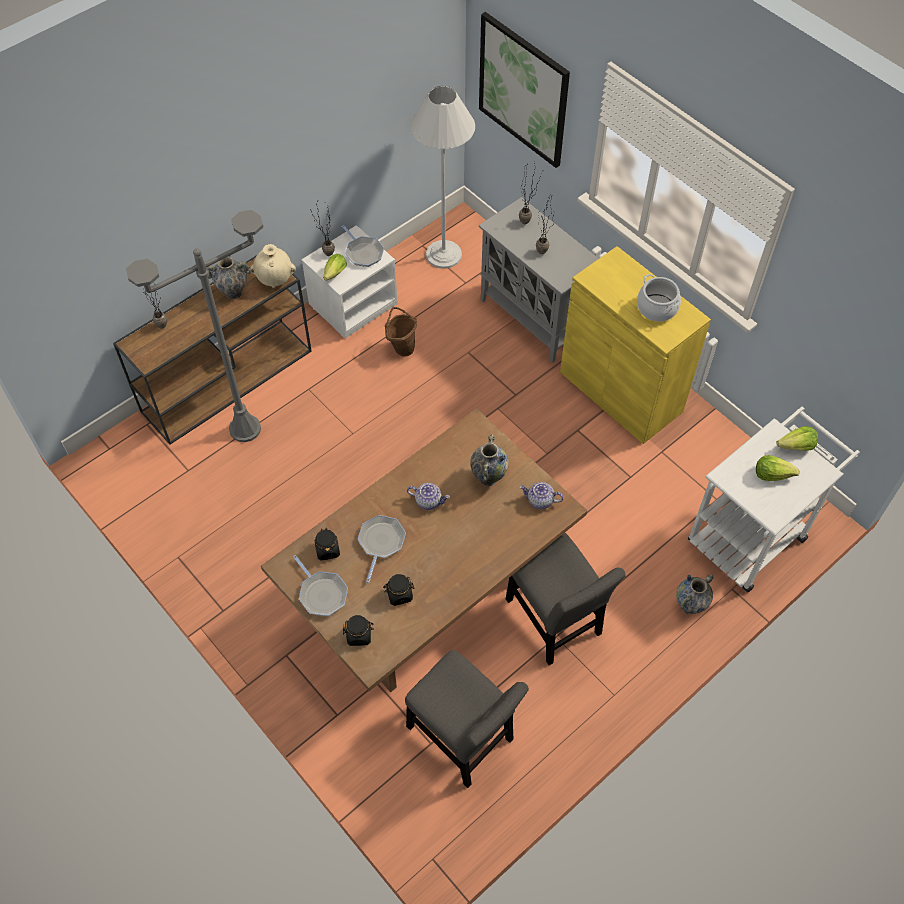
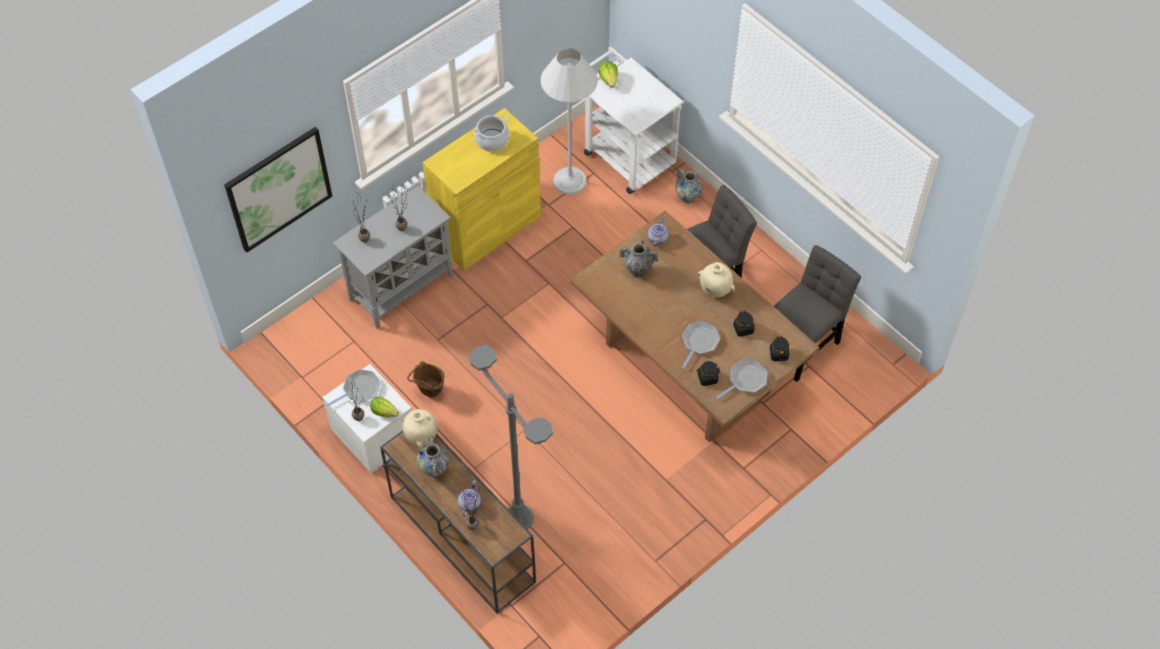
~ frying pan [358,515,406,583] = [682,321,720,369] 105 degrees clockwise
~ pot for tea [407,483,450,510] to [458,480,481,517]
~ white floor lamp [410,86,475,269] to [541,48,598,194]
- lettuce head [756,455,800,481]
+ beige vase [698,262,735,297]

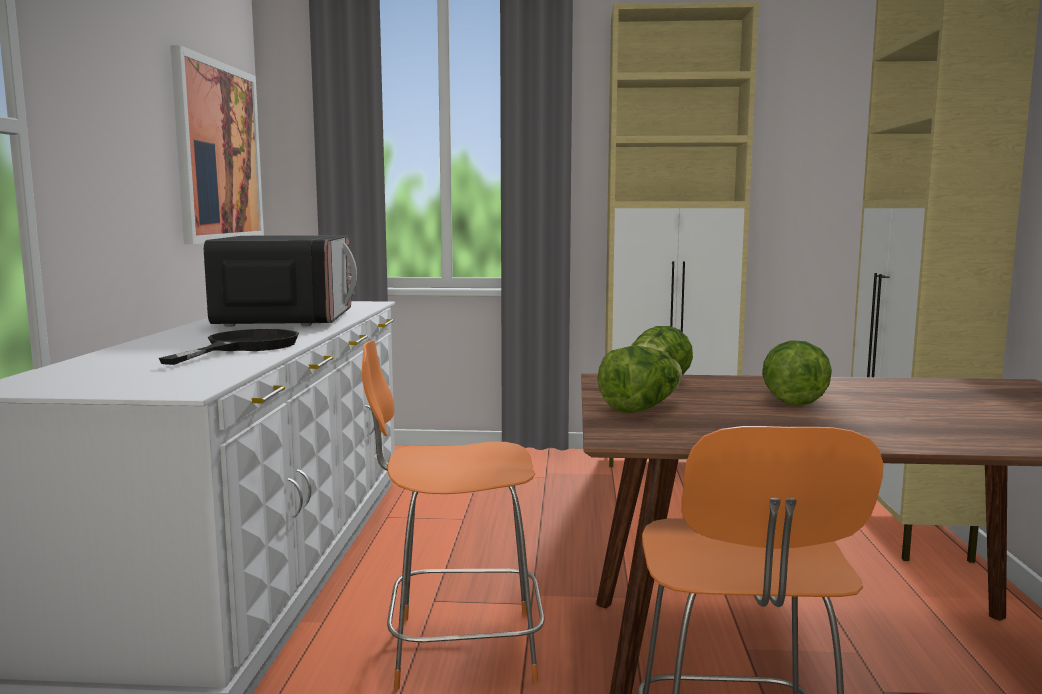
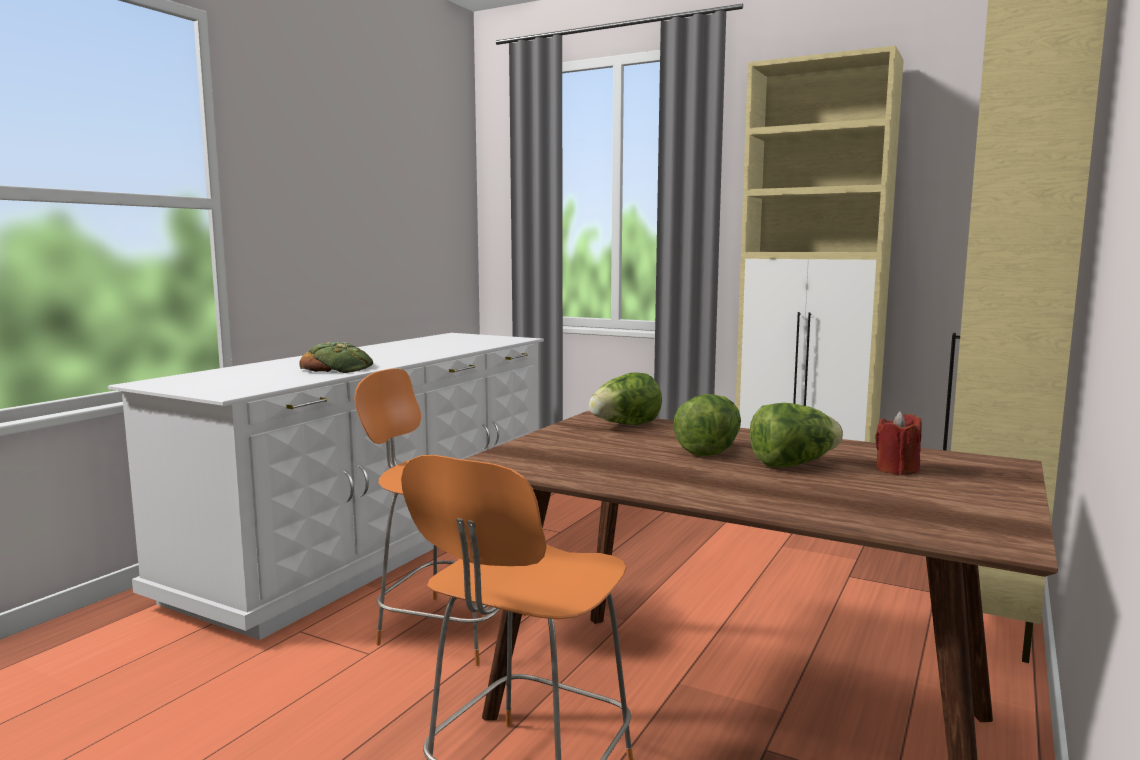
~ black frying pan [159,329,299,365] to baked bread [299,342,373,373]
- wall picture [170,45,264,244]
- kitchen microwave [204,235,357,327]
~ lettuce head [597,346,682,413] to [750,403,843,468]
+ red candle [875,412,922,475]

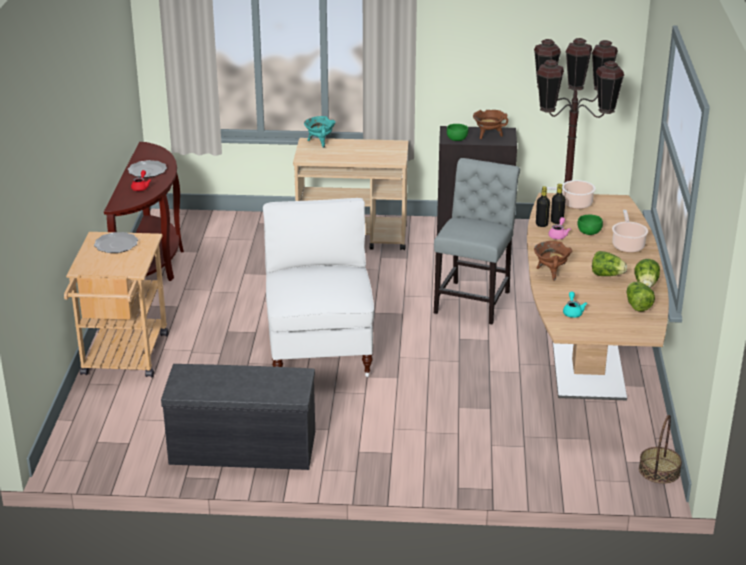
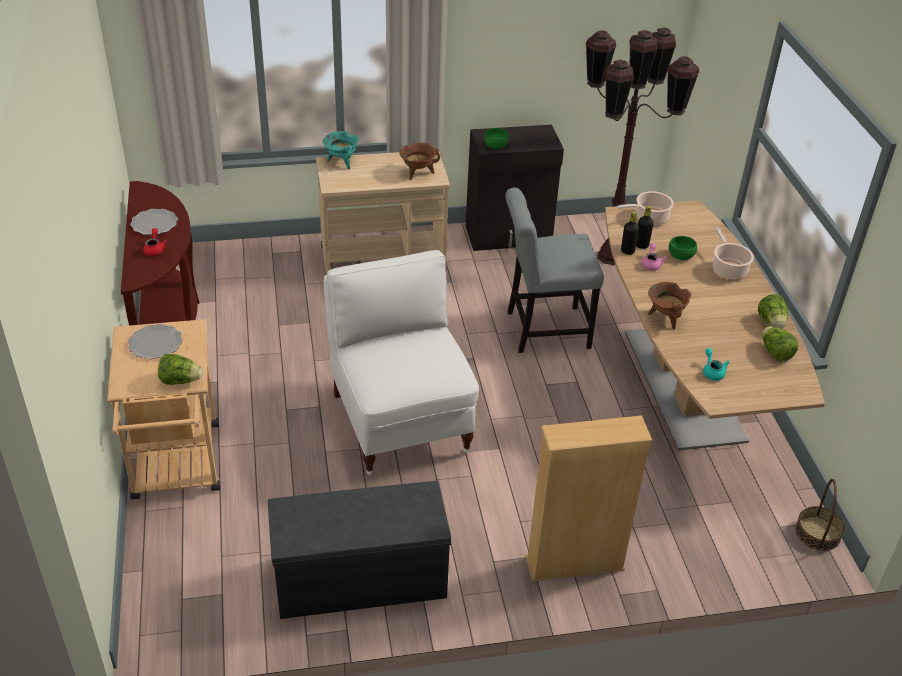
~ grey chair [434,158,520,325] = [505,188,604,353] 105 degrees counterclockwise
~ brown-coloured cooking pot [473,110,508,139] to [400,143,440,180]
~ lettuce head [592,251,627,276] to [158,354,203,385]
+ beige bookshelf [525,415,652,582]

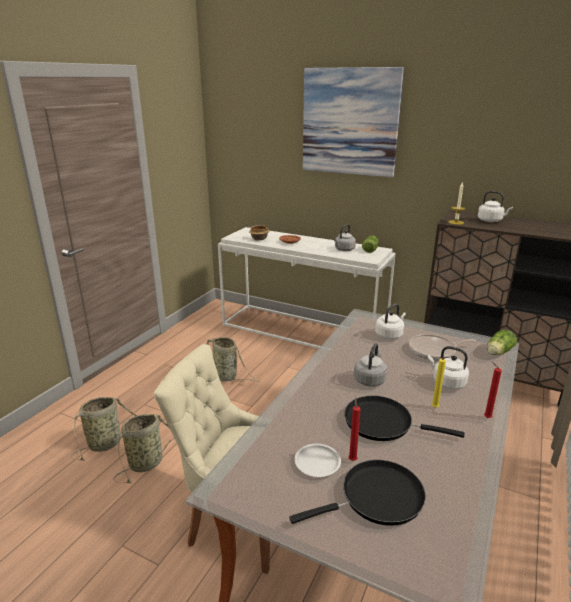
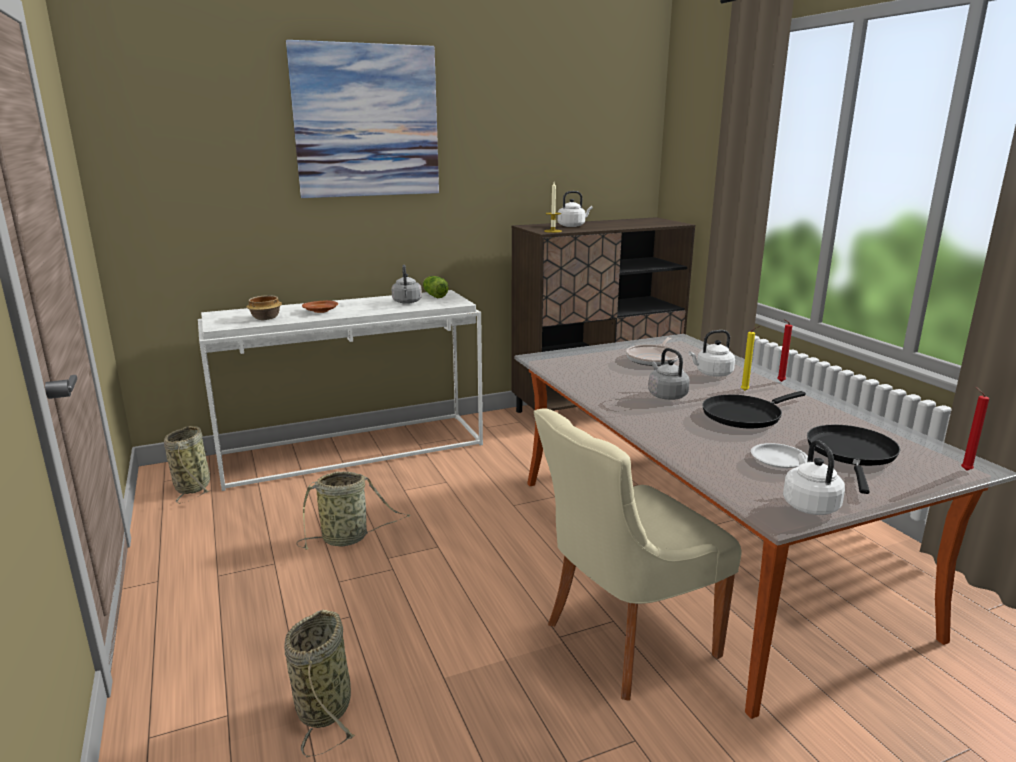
~ basket [113,414,174,484] to [164,426,210,504]
~ red candle [348,397,361,461] to [961,387,989,471]
~ white tea kettle [375,304,406,339] to [783,440,845,515]
- lettuce head [487,330,517,355]

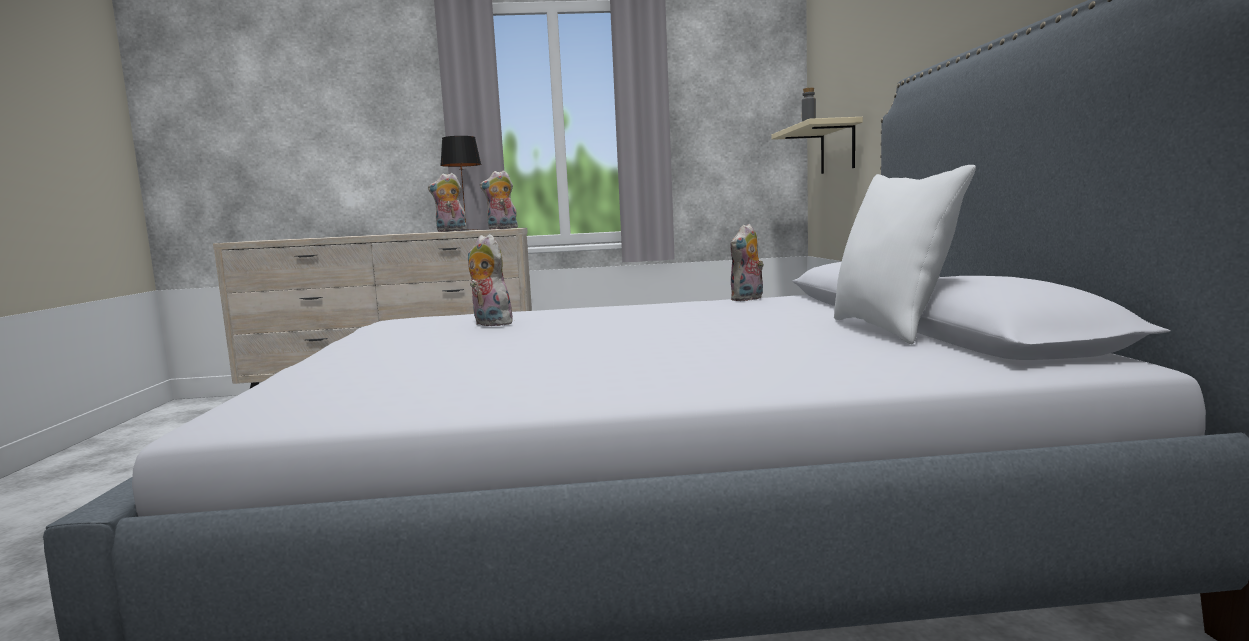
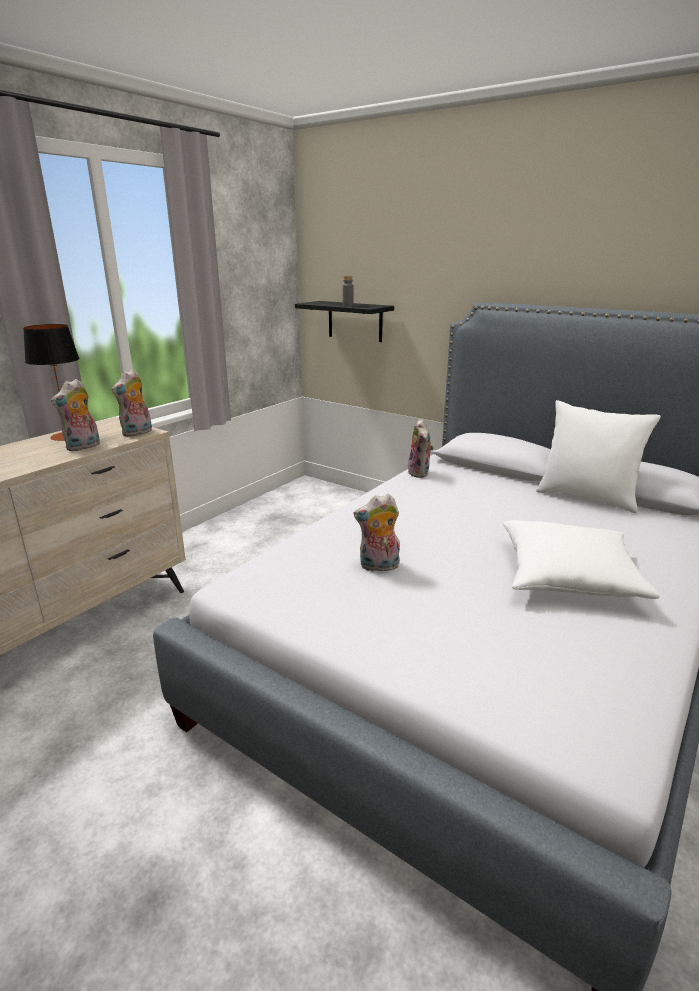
~ beige bracket shelf [771,117,863,174] to black bracket shelf [295,301,394,342]
+ white throw pillow [503,520,660,599]

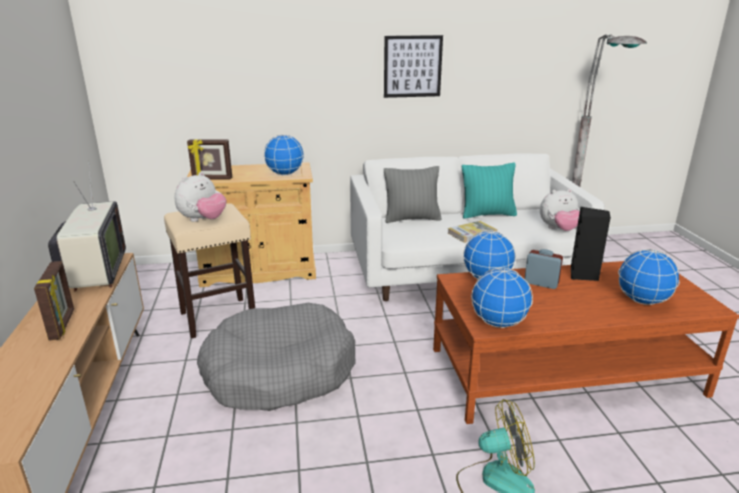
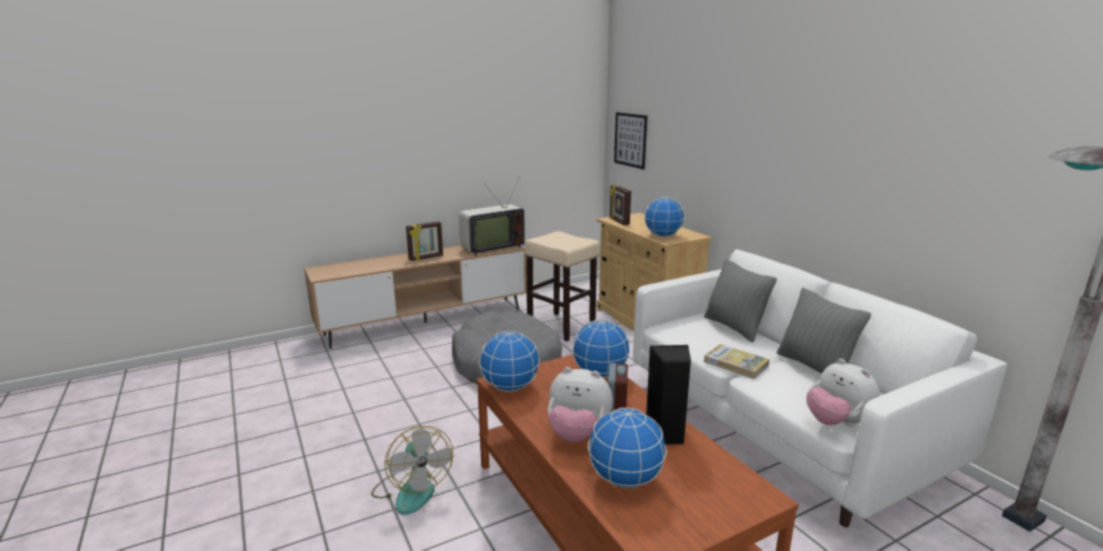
~ cuddly toy [174,172,226,222] to [548,367,613,443]
~ wall picture [384,35,443,98] to [614,112,647,170]
~ turquoise throw pillow [462,163,517,219] to grey throw pillow [776,287,871,374]

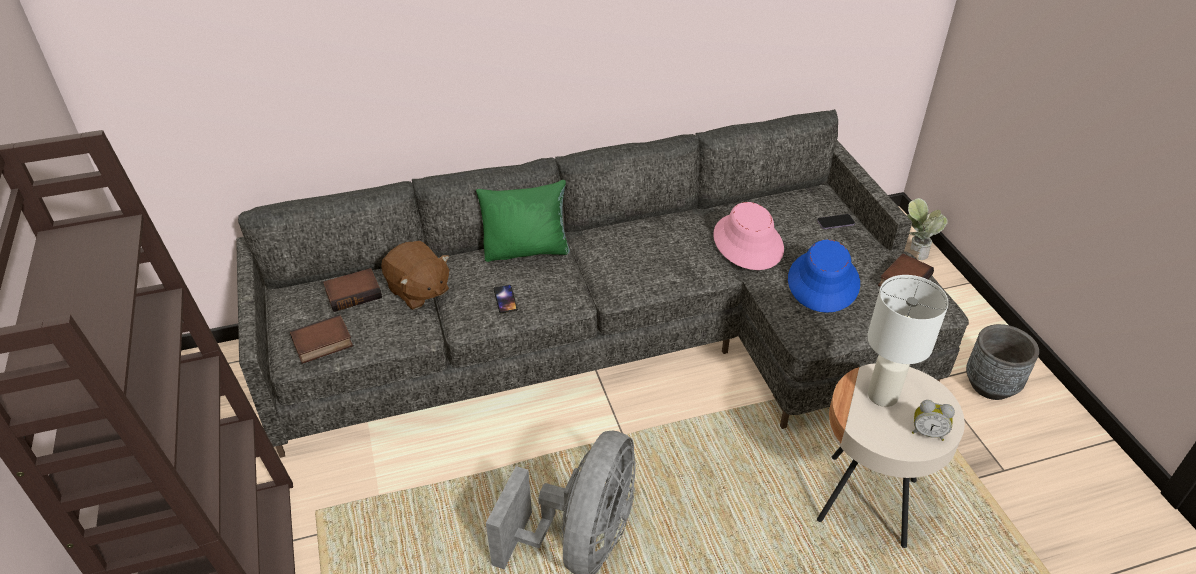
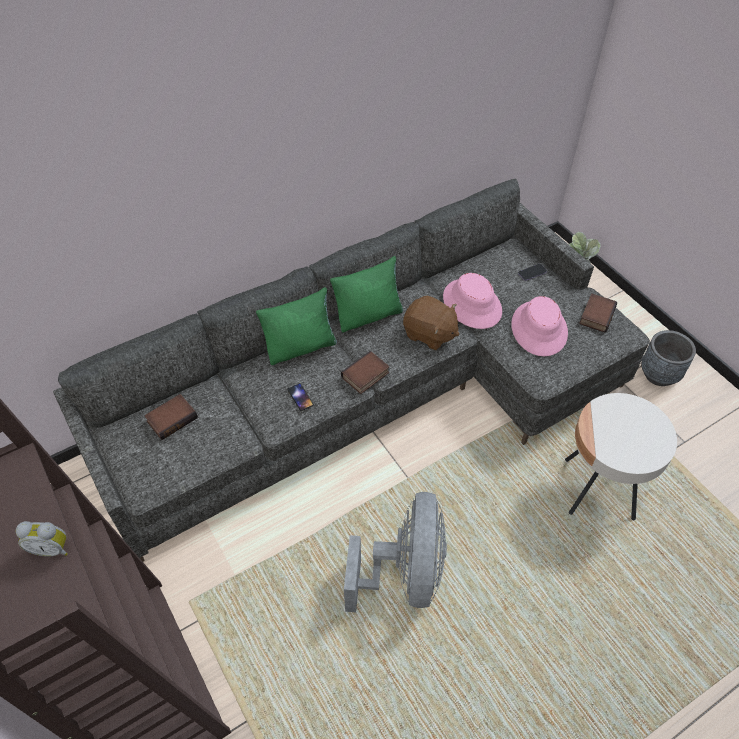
~ book [290,315,353,364] to [341,351,389,394]
~ brown-coloured cuddly toy [381,241,449,310] to [403,296,459,351]
~ blue wearable hat [788,240,860,313] to pinkish wearable hat [511,296,568,356]
- white table lamp [867,275,949,407]
~ table clock [912,400,955,441] to [16,521,68,556]
+ green throw pillow [330,256,404,332]

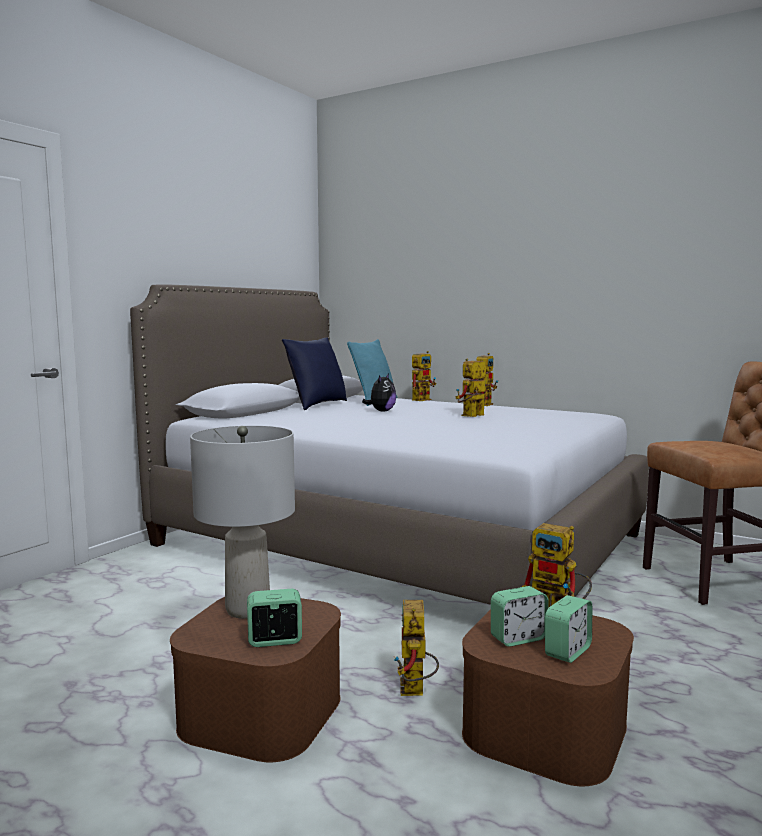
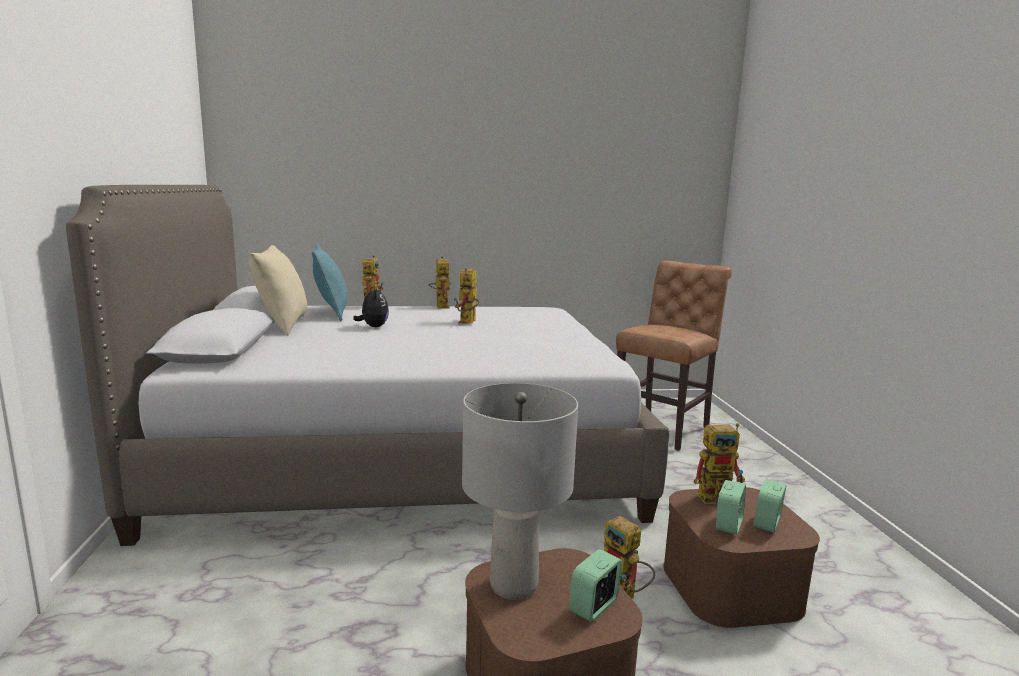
~ blue throw pillow [282,337,347,410] to beige throw pillow [249,245,307,335]
~ table clock [545,595,592,663] = [753,479,787,533] 150 degrees counterclockwise

